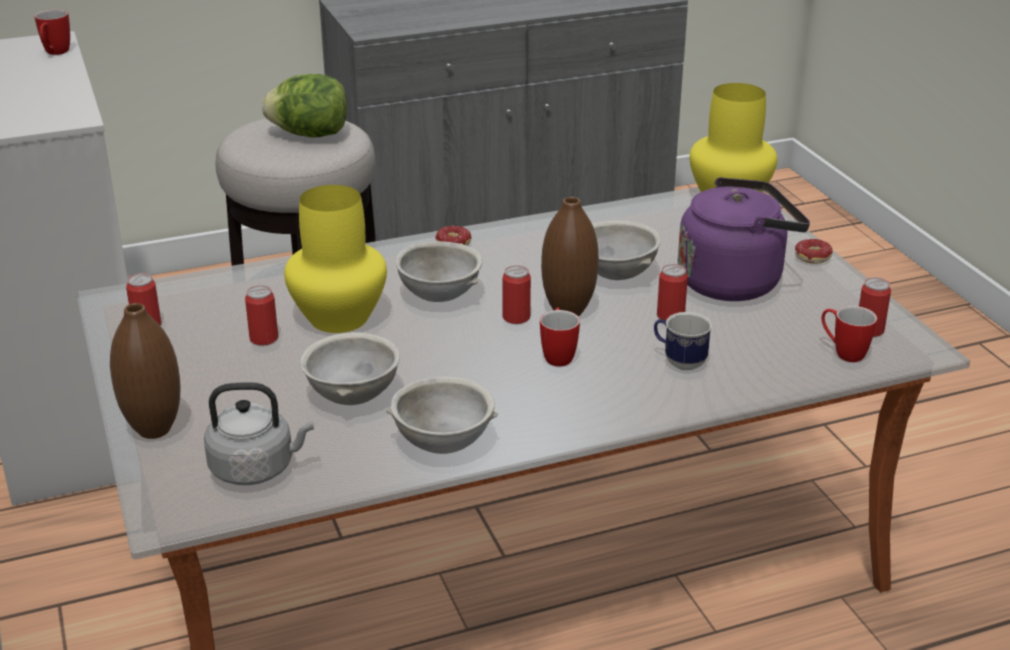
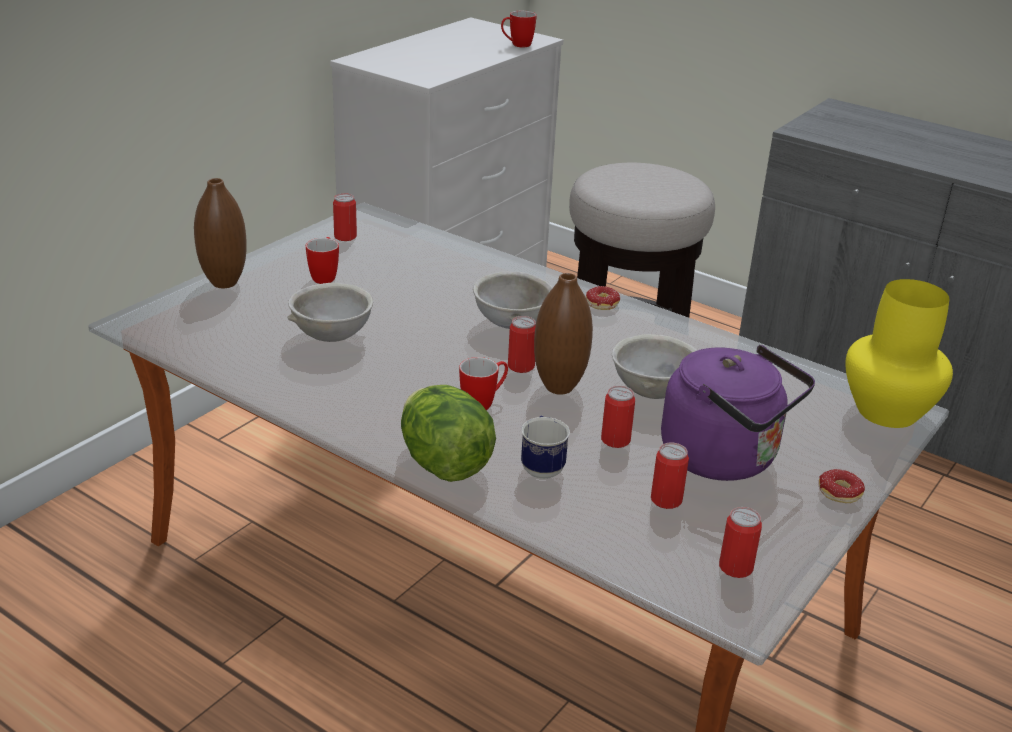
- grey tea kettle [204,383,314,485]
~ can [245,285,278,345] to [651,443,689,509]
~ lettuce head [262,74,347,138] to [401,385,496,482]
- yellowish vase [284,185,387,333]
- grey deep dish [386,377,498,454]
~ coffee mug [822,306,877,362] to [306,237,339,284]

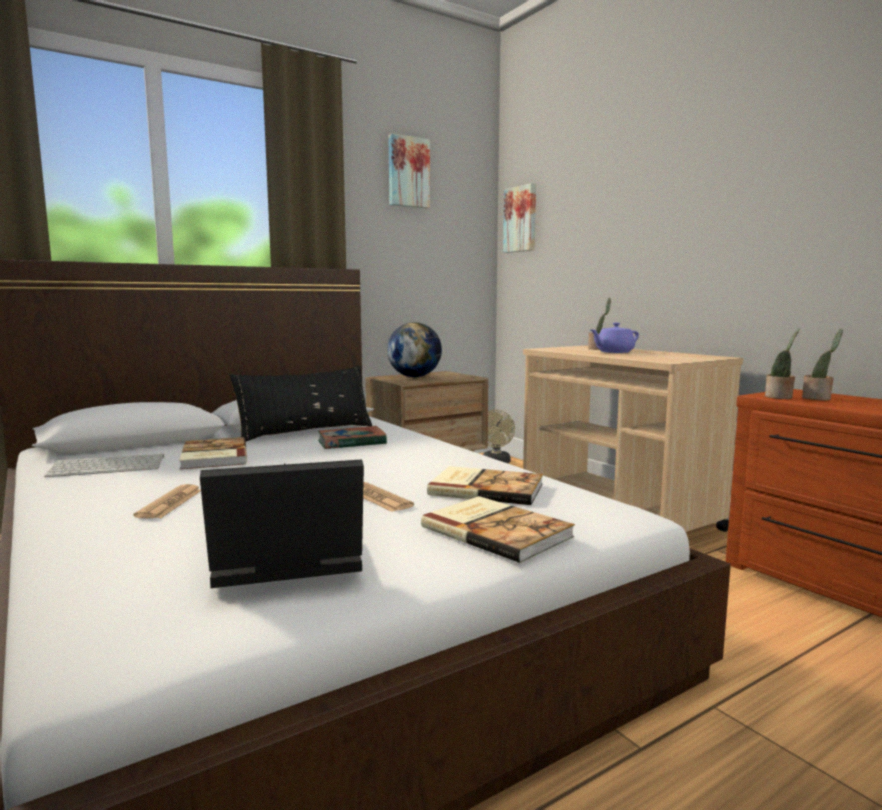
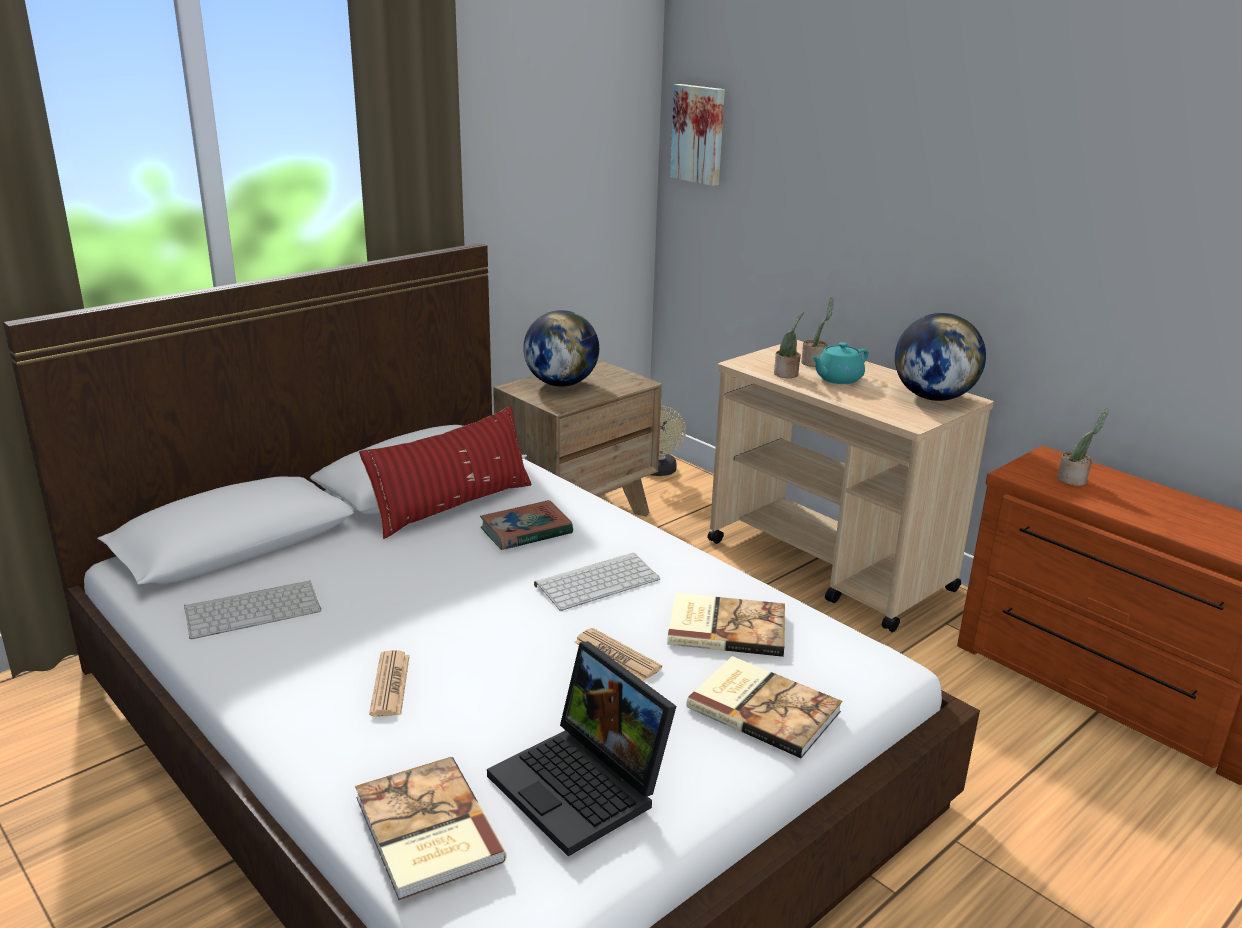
~ book [179,437,247,469] to [355,757,507,900]
~ notebook computer [200,459,364,588] = [487,641,676,856] 105 degrees counterclockwise
~ black throw pillow [229,366,372,441] to red throw pillow [359,406,532,539]
- wall picture [388,133,430,208]
~ purple pot for tea [591,323,639,353] to turquoise pot for tea [811,342,869,384]
~ plant in a pot [765,329,800,399] to [774,312,803,378]
+ PC keyboard [534,553,660,611]
+ desk globe [895,313,986,401]

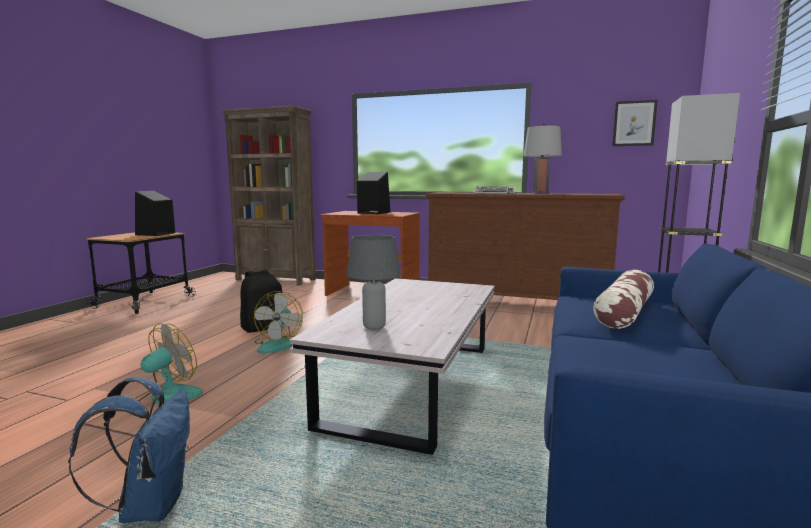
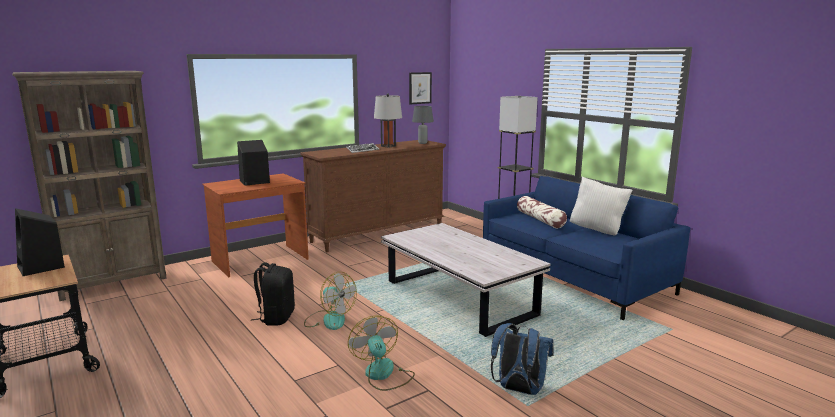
~ grey table lamp [347,235,401,330] to [412,106,434,144]
+ white throw pillow [570,176,633,235]

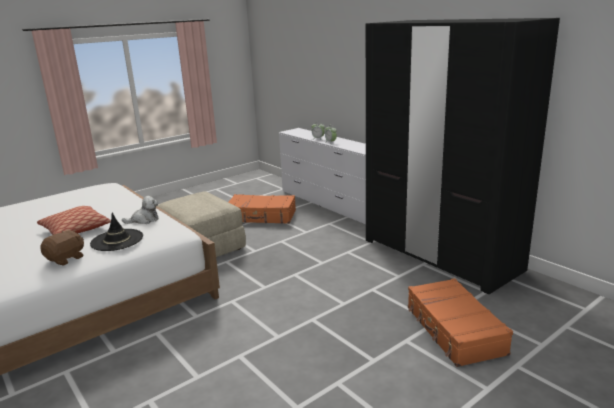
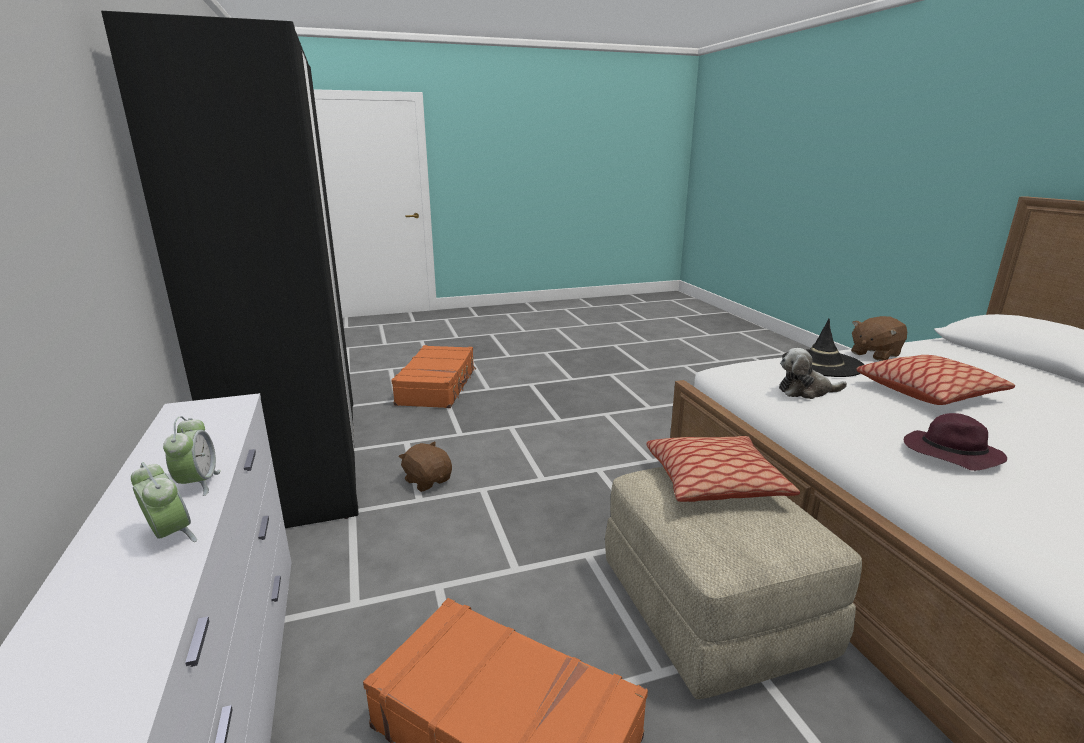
+ brown-coloured cuddly toy [399,442,452,492]
+ throw pillow [646,436,800,502]
+ purple wearable hat [904,413,1007,471]

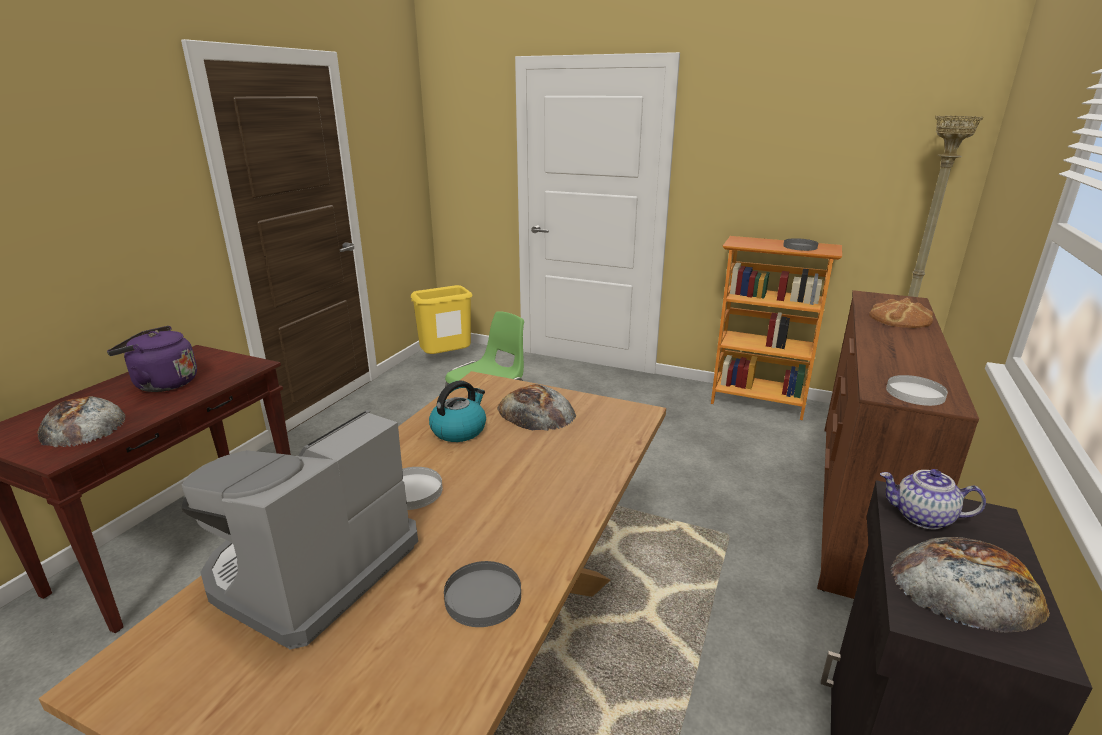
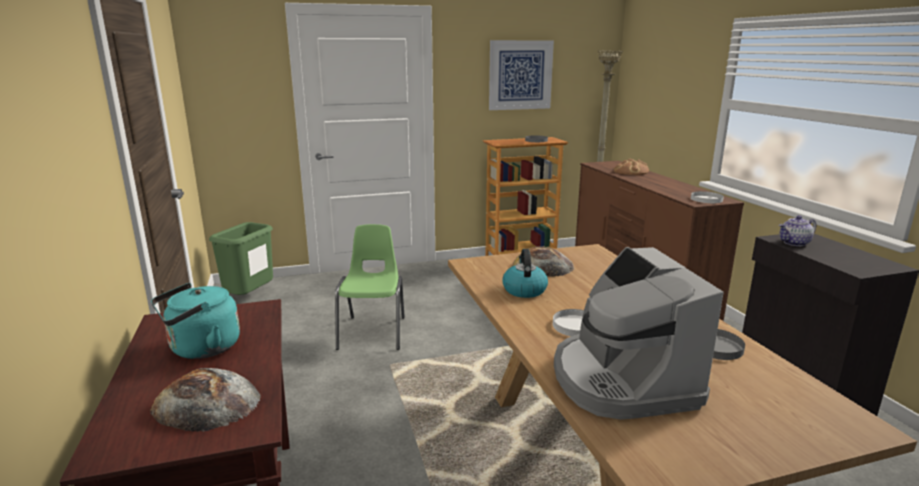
~ purple tea kettle [107,326,197,392] to turquoise tea kettle [151,283,240,359]
~ yellowish trash can [411,285,473,354] to green trash can [209,222,273,295]
- baked bread [891,537,1050,633]
+ wall picture [489,40,554,110]

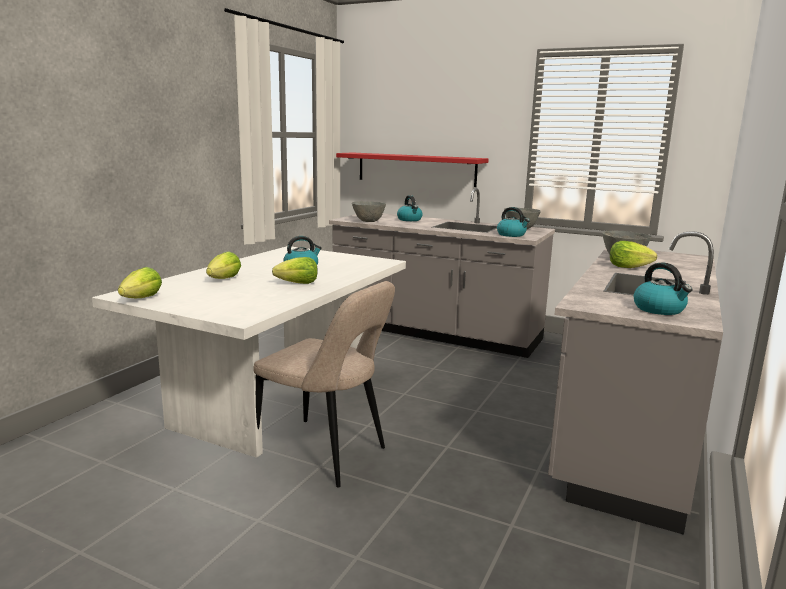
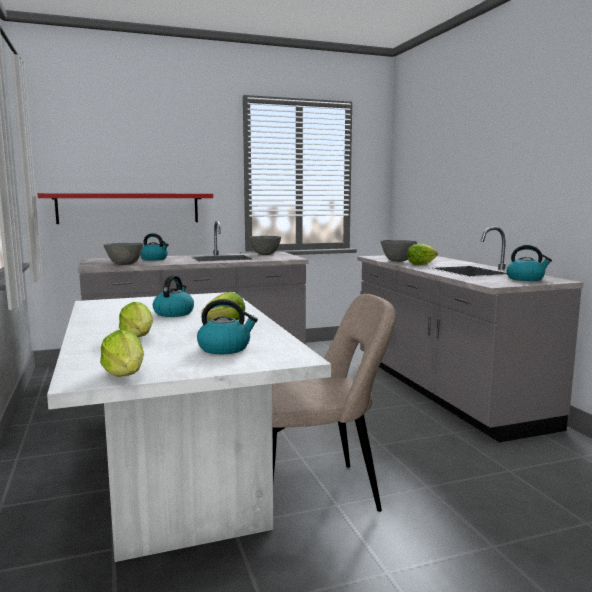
~ tea kettle [497,207,530,237] to [197,299,258,354]

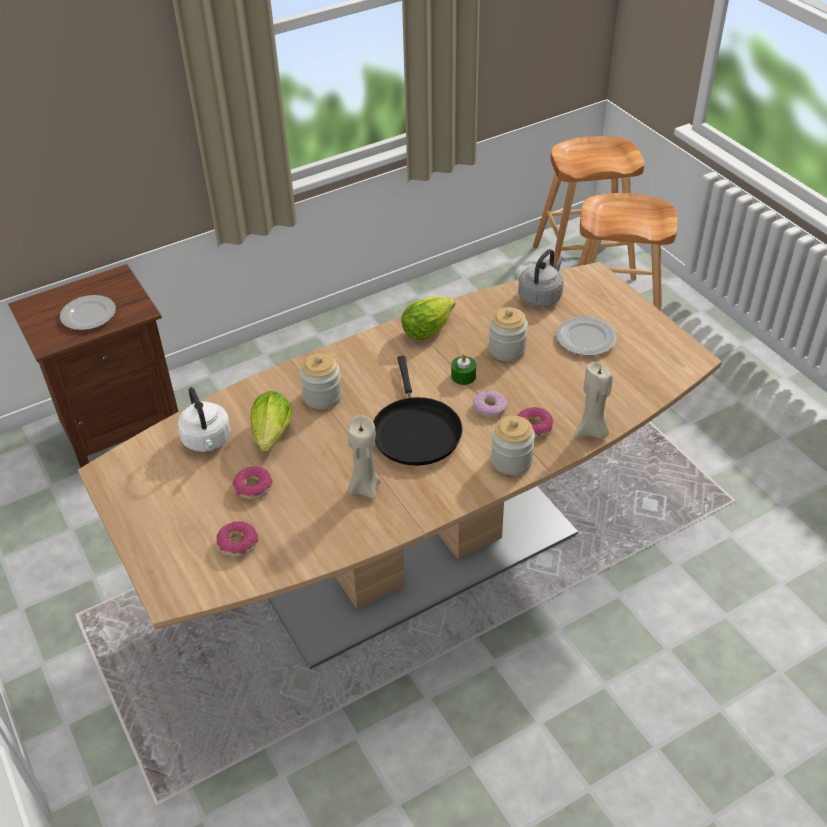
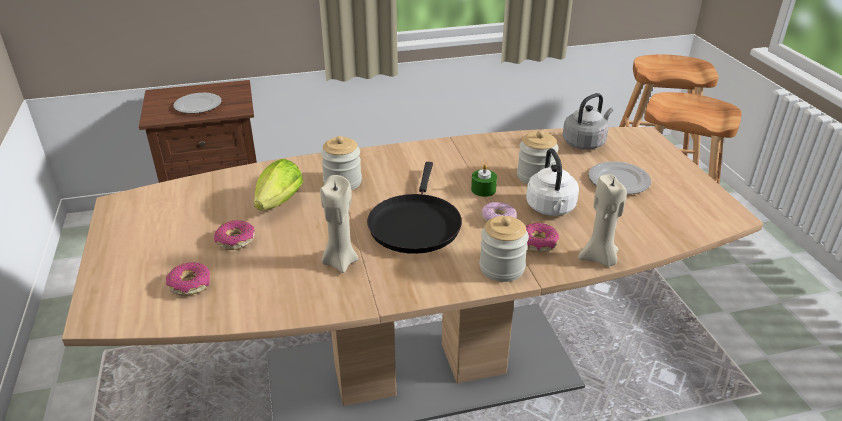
~ white tea kettle [177,387,231,452] to [526,148,579,216]
- lettuce head [401,296,455,340]

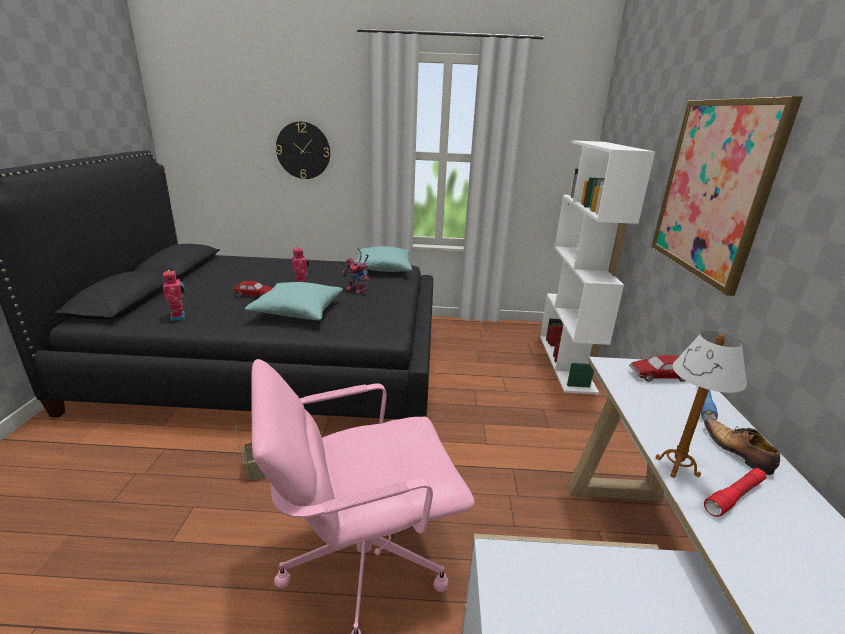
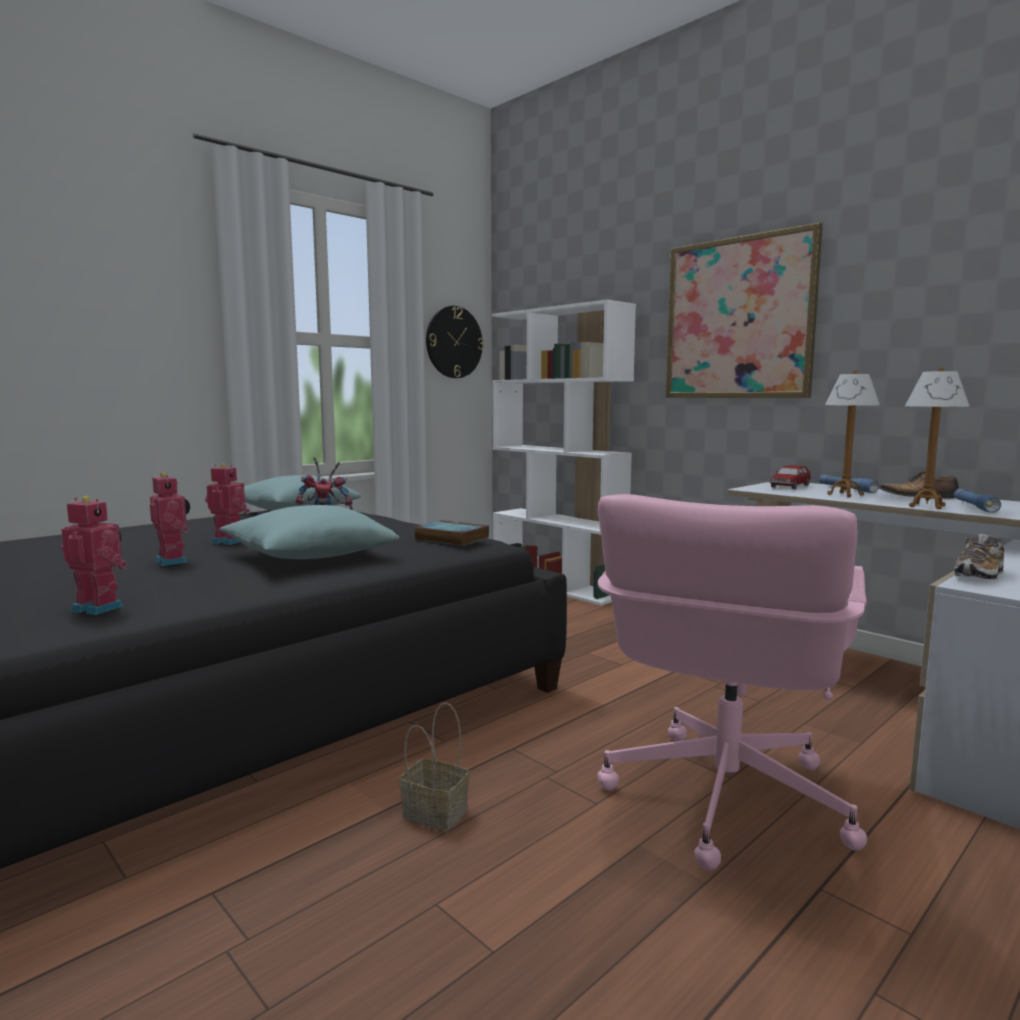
~ model car [233,281,273,297] to toy robot [150,473,190,566]
~ hanging clock [276,122,330,179] to [426,306,484,378]
~ red hand torch [704,468,766,517] to blue hand torch [954,489,1001,513]
+ book [414,520,489,546]
+ table lamp [825,370,880,497]
+ low shoe [954,534,1004,580]

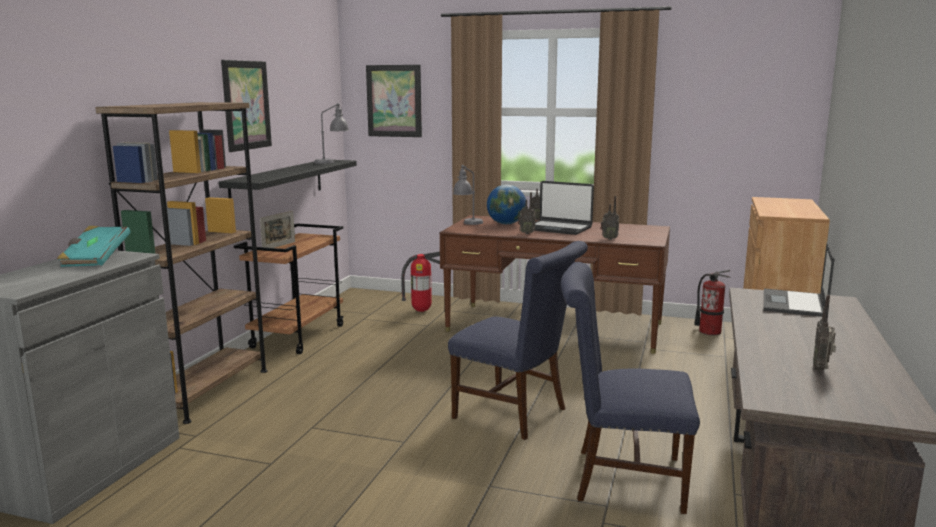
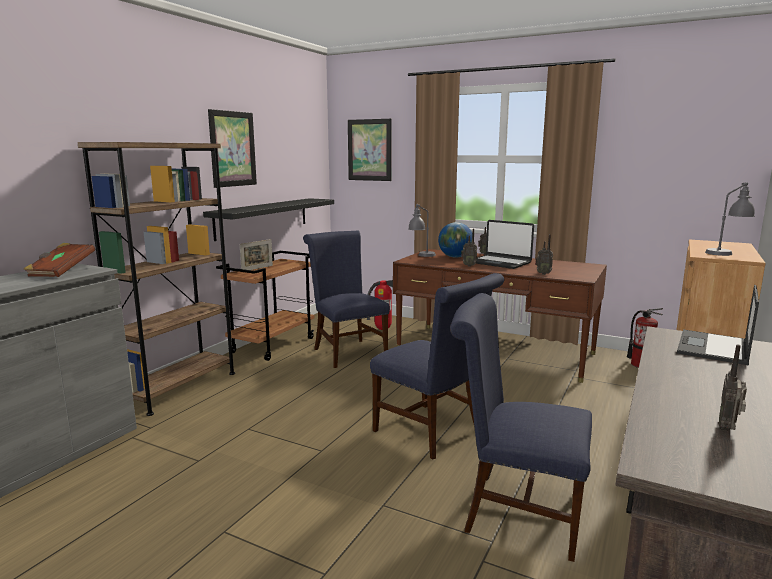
~ turquoise book [57,226,131,267] to brown-coloured book [24,243,95,277]
~ grey table lamp [314,103,349,164] to [705,182,755,256]
+ blue chair [303,230,390,368]

